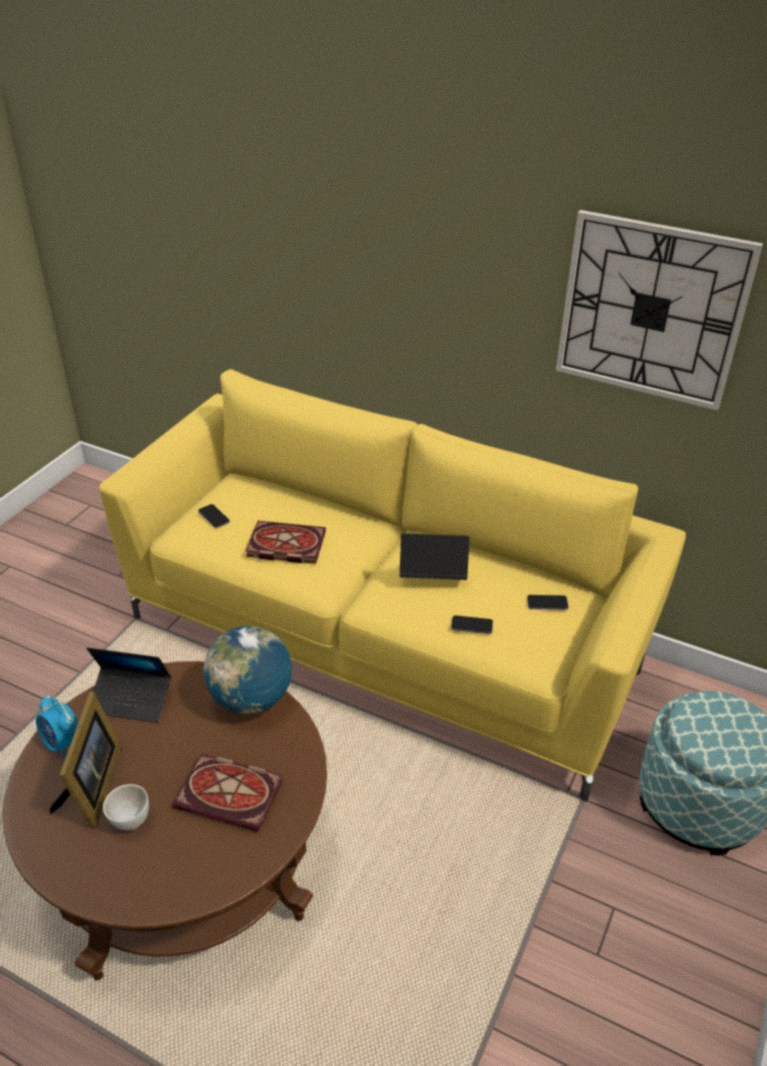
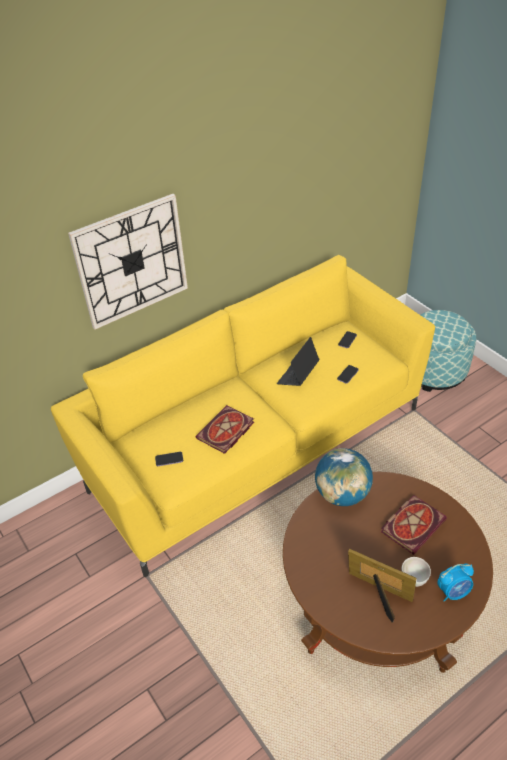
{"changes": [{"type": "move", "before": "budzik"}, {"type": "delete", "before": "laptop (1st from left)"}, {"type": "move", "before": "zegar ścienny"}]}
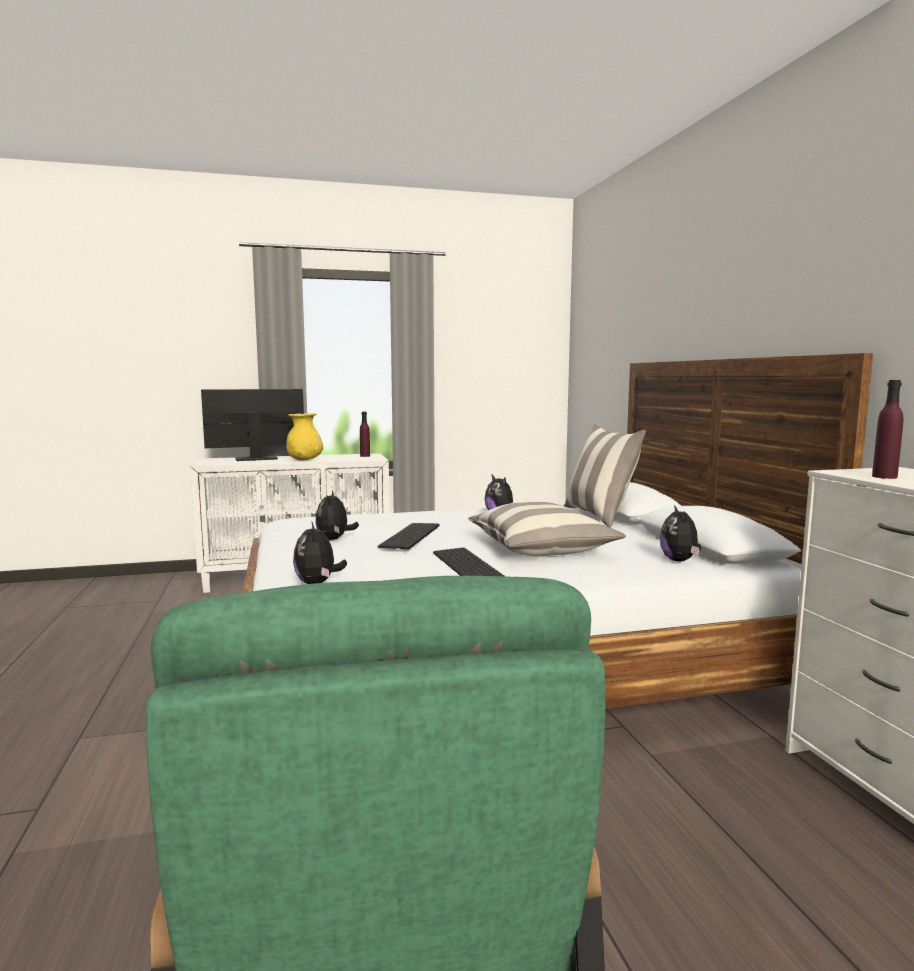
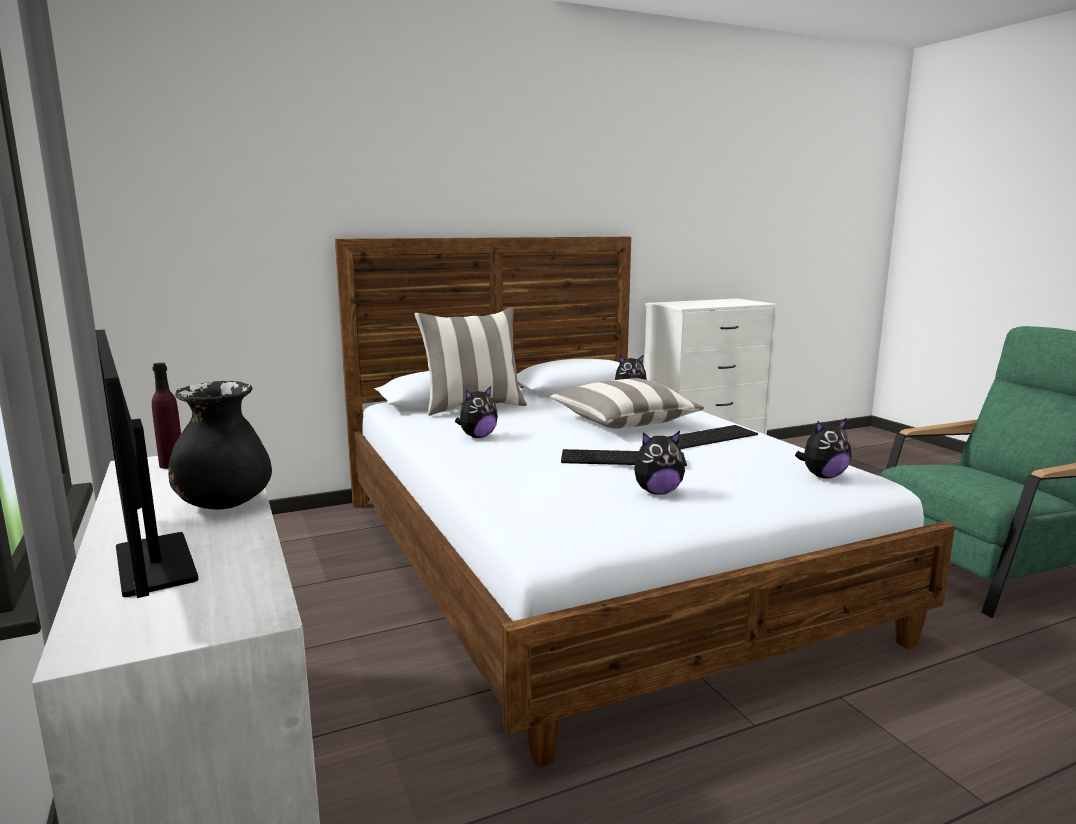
{"changes": [{"type": "recolor", "before": "wazon (żółty)", "after": "wazon (czarny)"}, {"type": "delete", "before": "butelka (fioletowy) (2nd from left)"}]}
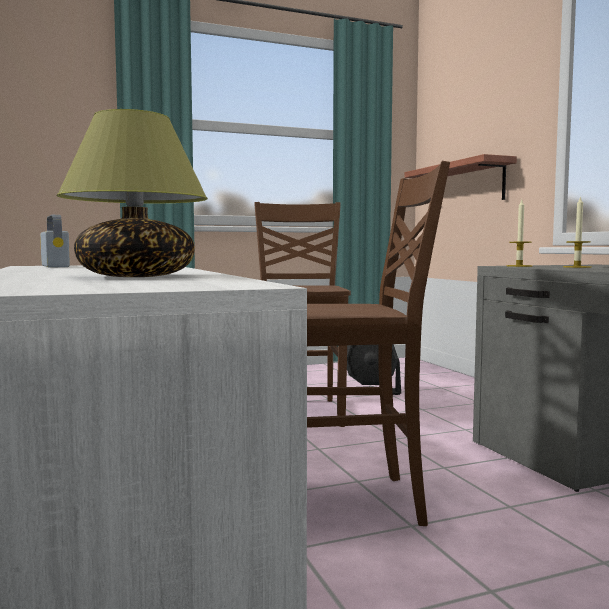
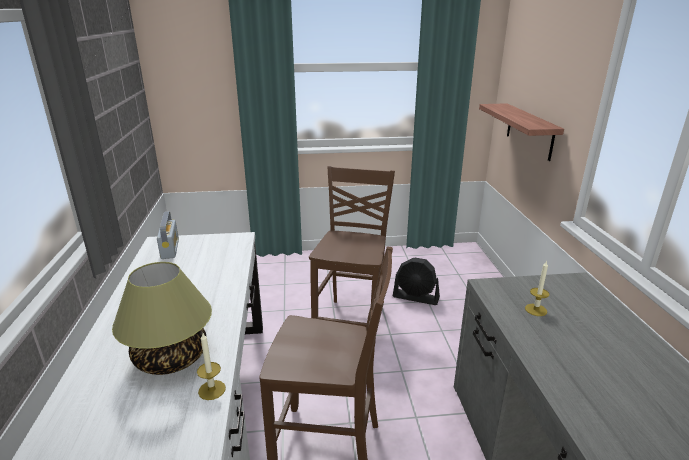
{"changes": [{"type": "move", "before": "świeca (1st from left)"}]}
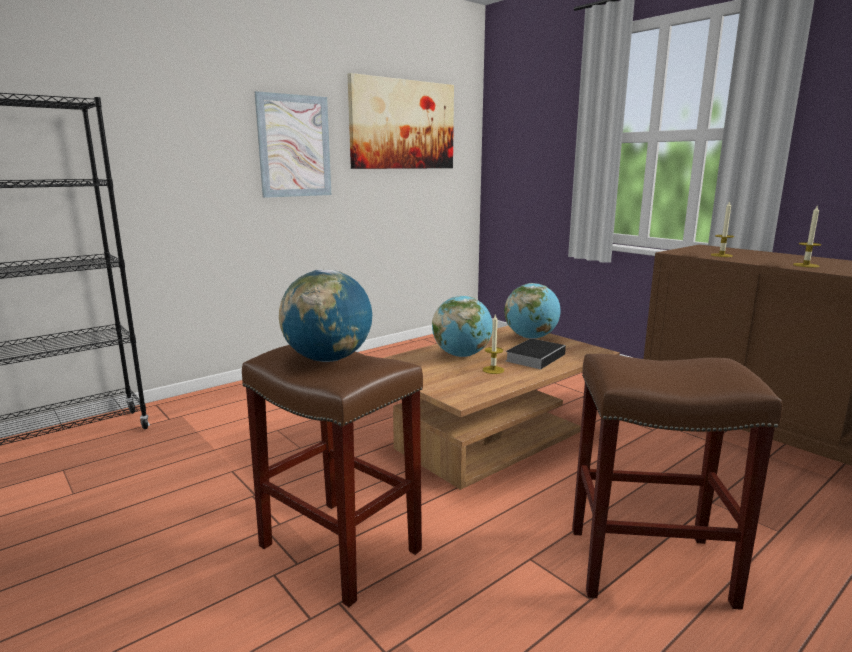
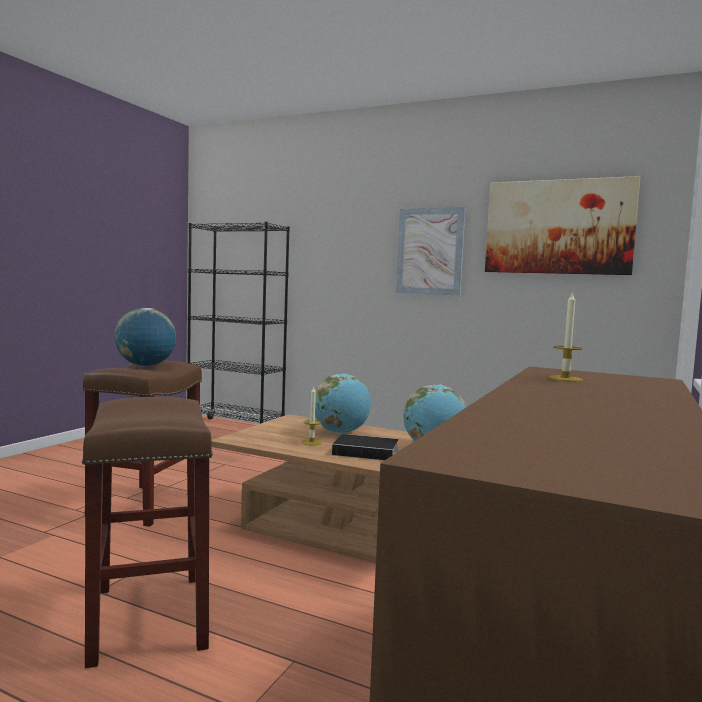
{"changes": [{"type": "delete", "before": "świeca (3rd from left)"}]}
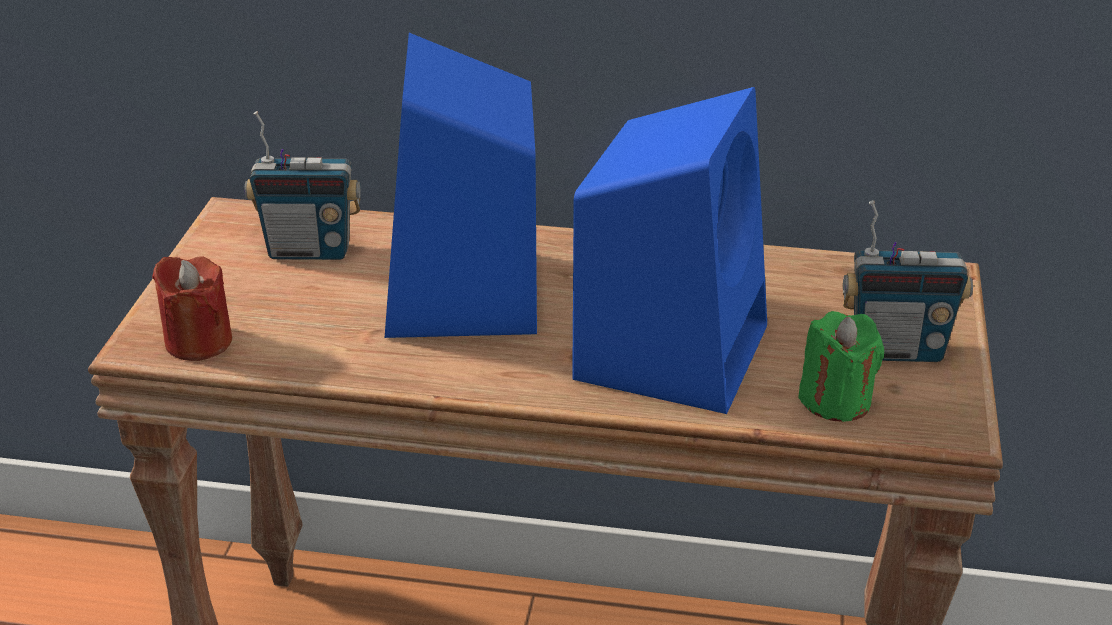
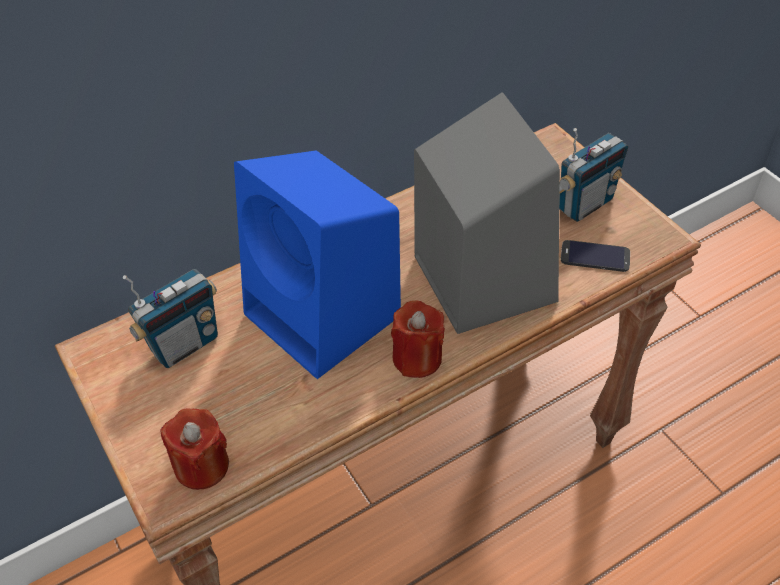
{"changes": [{"type": "recolor", "before": "głośnik (niebieski) (2nd from left)", "after": "głośnik (szary)"}, {"type": "replace", "before": "świeca (zielony)", "after": "telefon"}, {"type": "insert", "after": "świeca (czerwony) (2nd from left)"}]}
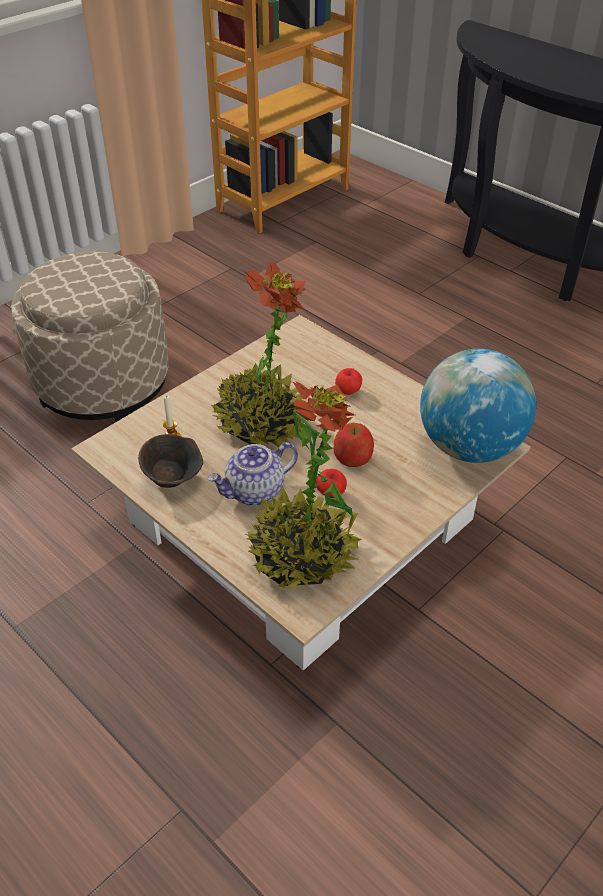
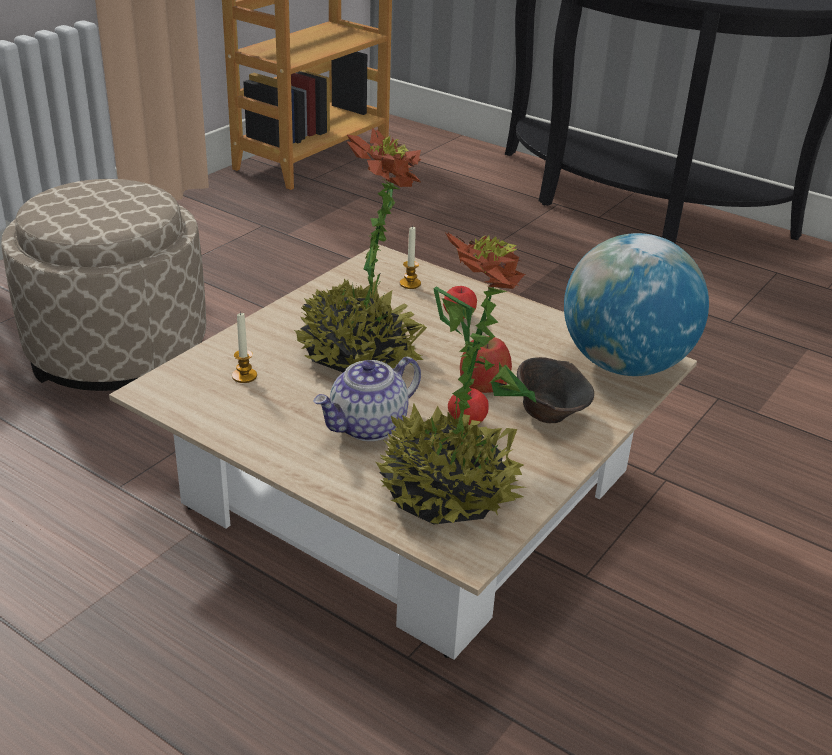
{"changes": [{"type": "move", "before": "miska (brązowy)"}, {"type": "insert", "after": "świeca (2nd from left)"}]}
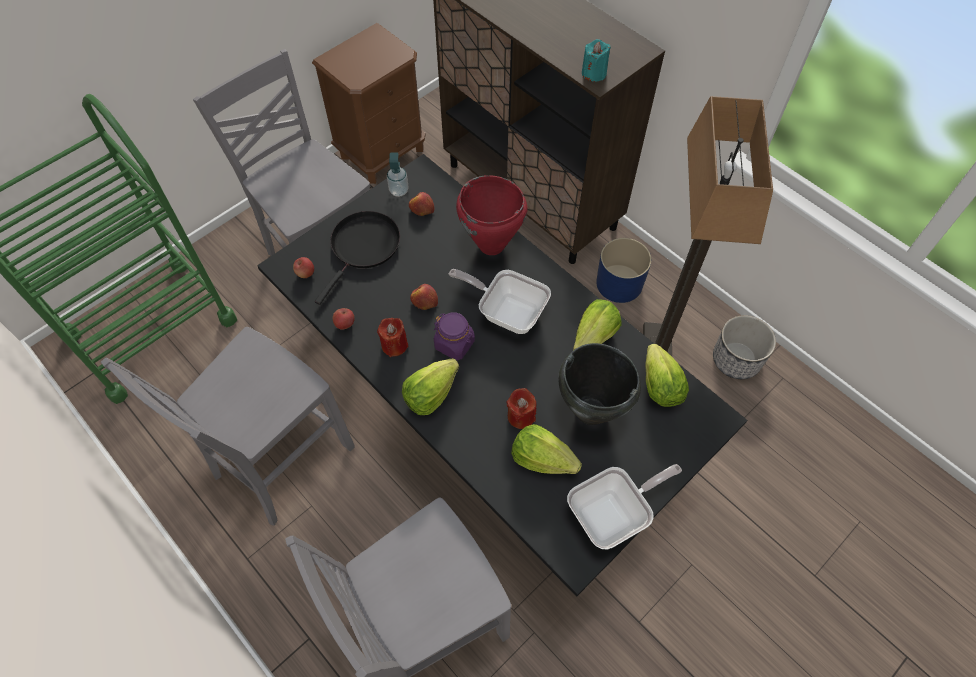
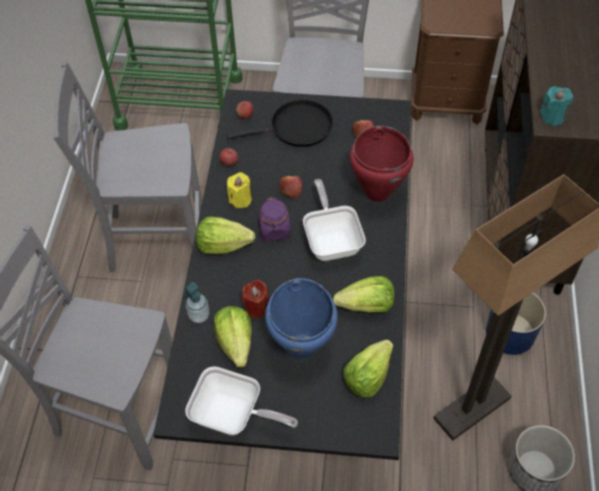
{"changes": [{"type": "recolor", "before": "świeca (czerwony) (1st from left)", "after": "świeca (żółty)"}, {"type": "move", "before": "dozownik mydła"}, {"type": "recolor", "before": "garnek (czarny)", "after": "garnek (niebieski)"}]}
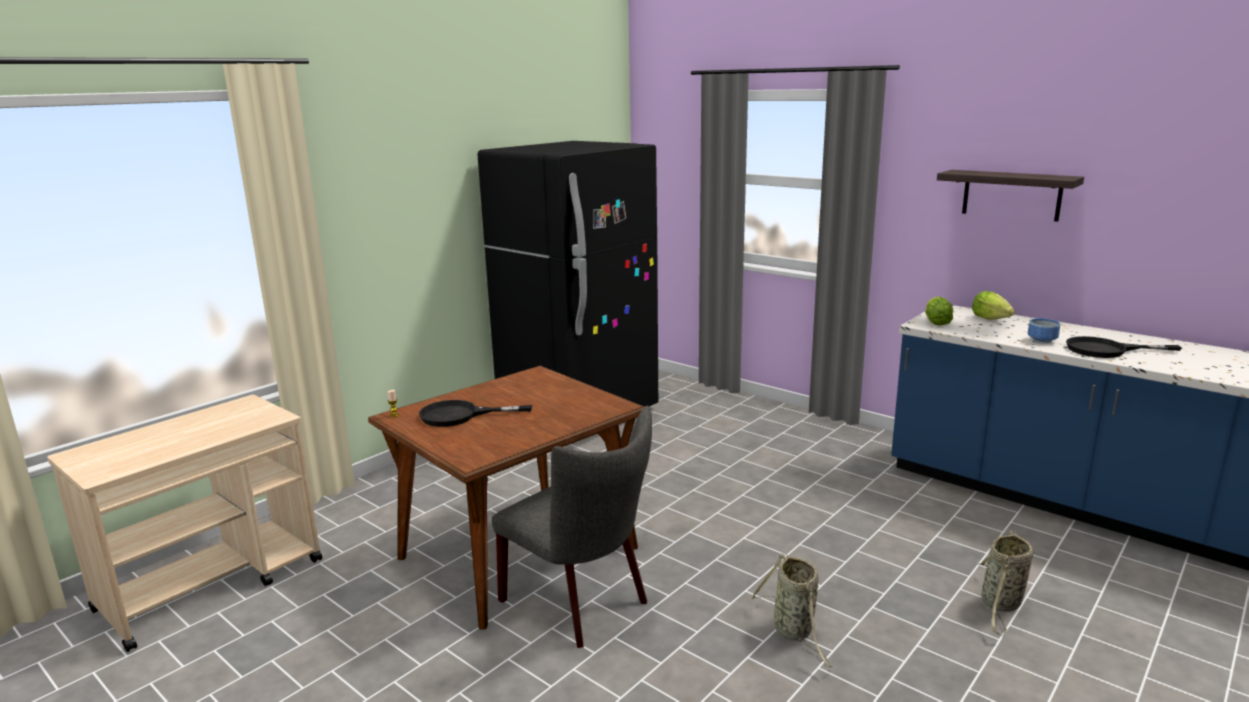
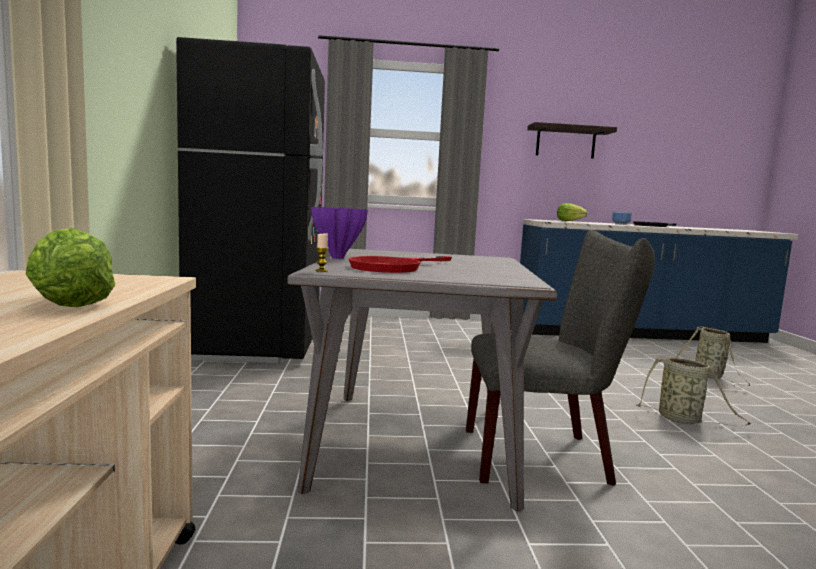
{"changes": [{"type": "recolor", "before": "stół jadalny (brązowy)", "after": "stół jadalny (szary)"}, {"type": "recolor", "before": "patelnia (czarny) (1st from left)", "after": "patelnia (czerwony)"}, {"type": "move", "before": "sałata (1st from left)"}, {"type": "insert", "after": "wazon (fioletowy)"}]}
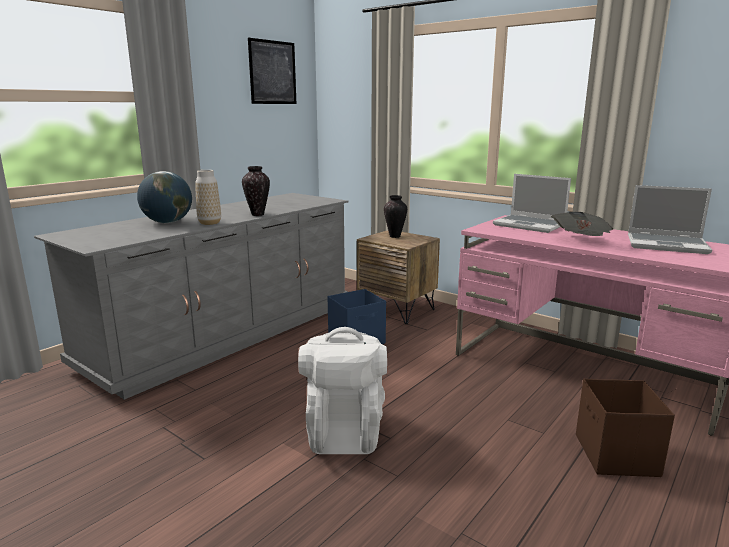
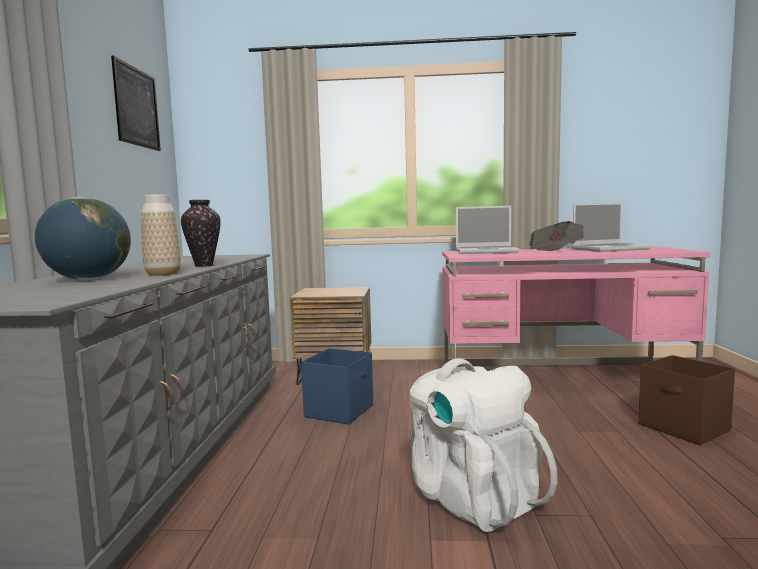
{"changes": [{"type": "delete", "before": "wazon (3rd from left)"}]}
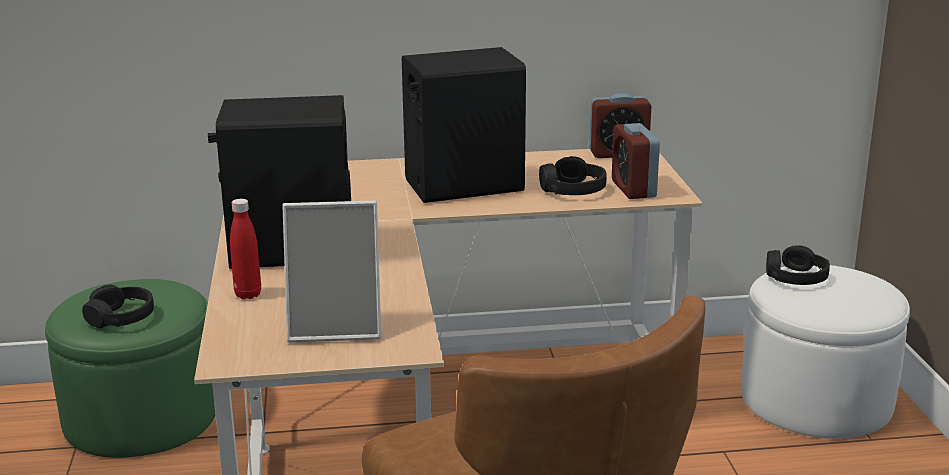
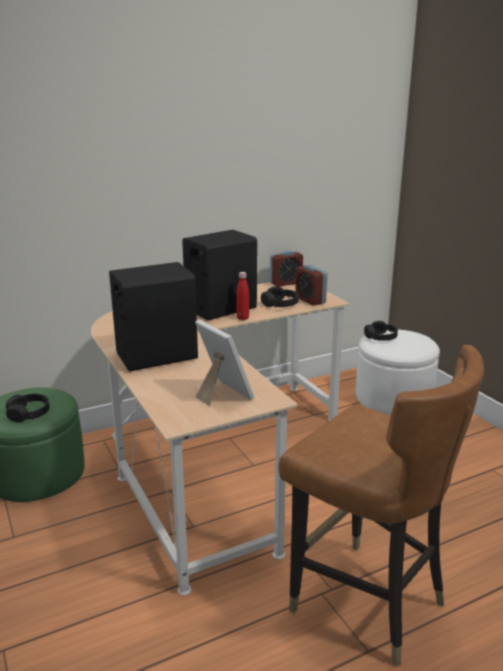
{"changes": [{"type": "move", "before": "butelka (czerwony)"}, {"type": "rotate", "before": "ramka na zdjęcie", "turn": -105}]}
